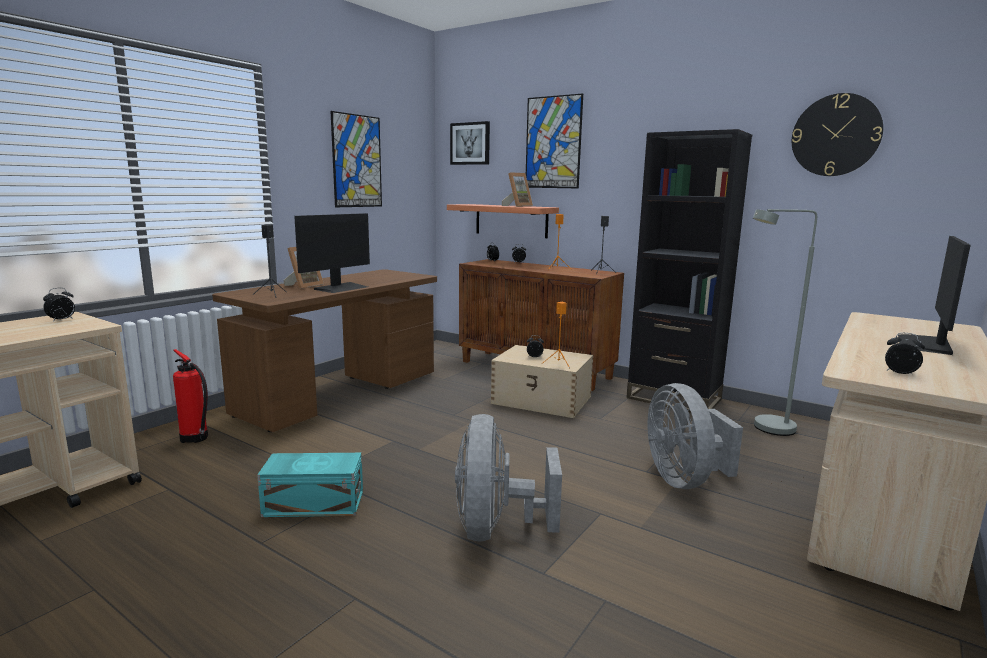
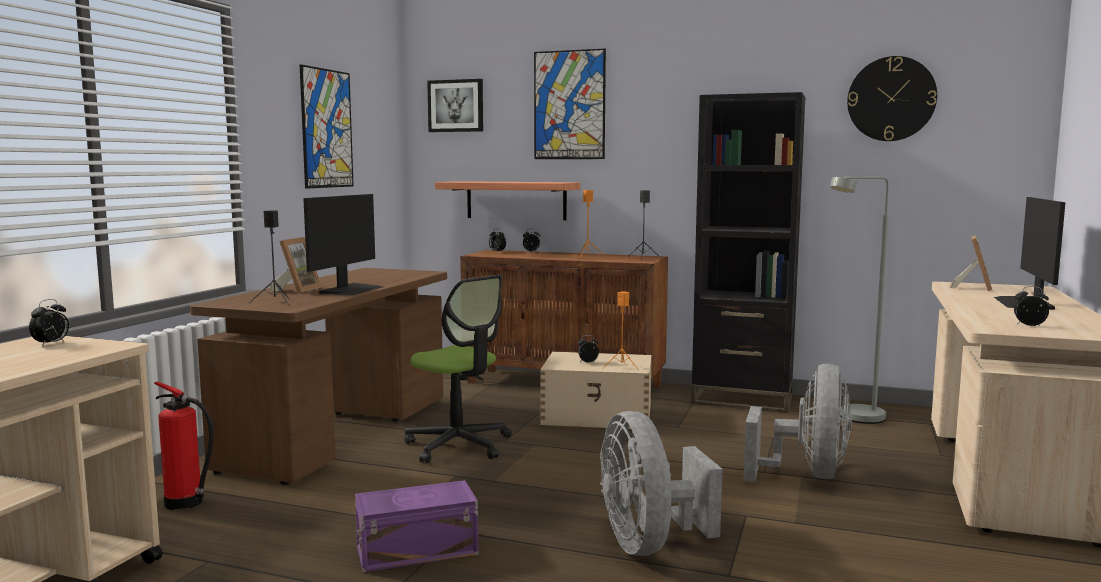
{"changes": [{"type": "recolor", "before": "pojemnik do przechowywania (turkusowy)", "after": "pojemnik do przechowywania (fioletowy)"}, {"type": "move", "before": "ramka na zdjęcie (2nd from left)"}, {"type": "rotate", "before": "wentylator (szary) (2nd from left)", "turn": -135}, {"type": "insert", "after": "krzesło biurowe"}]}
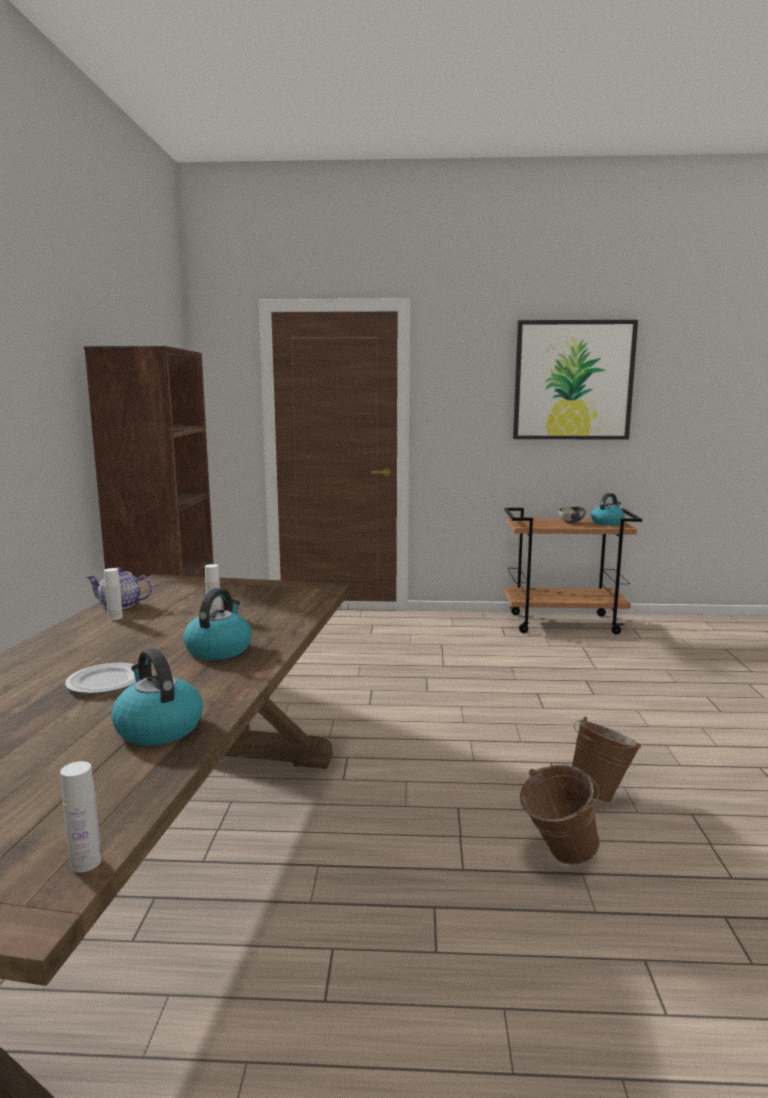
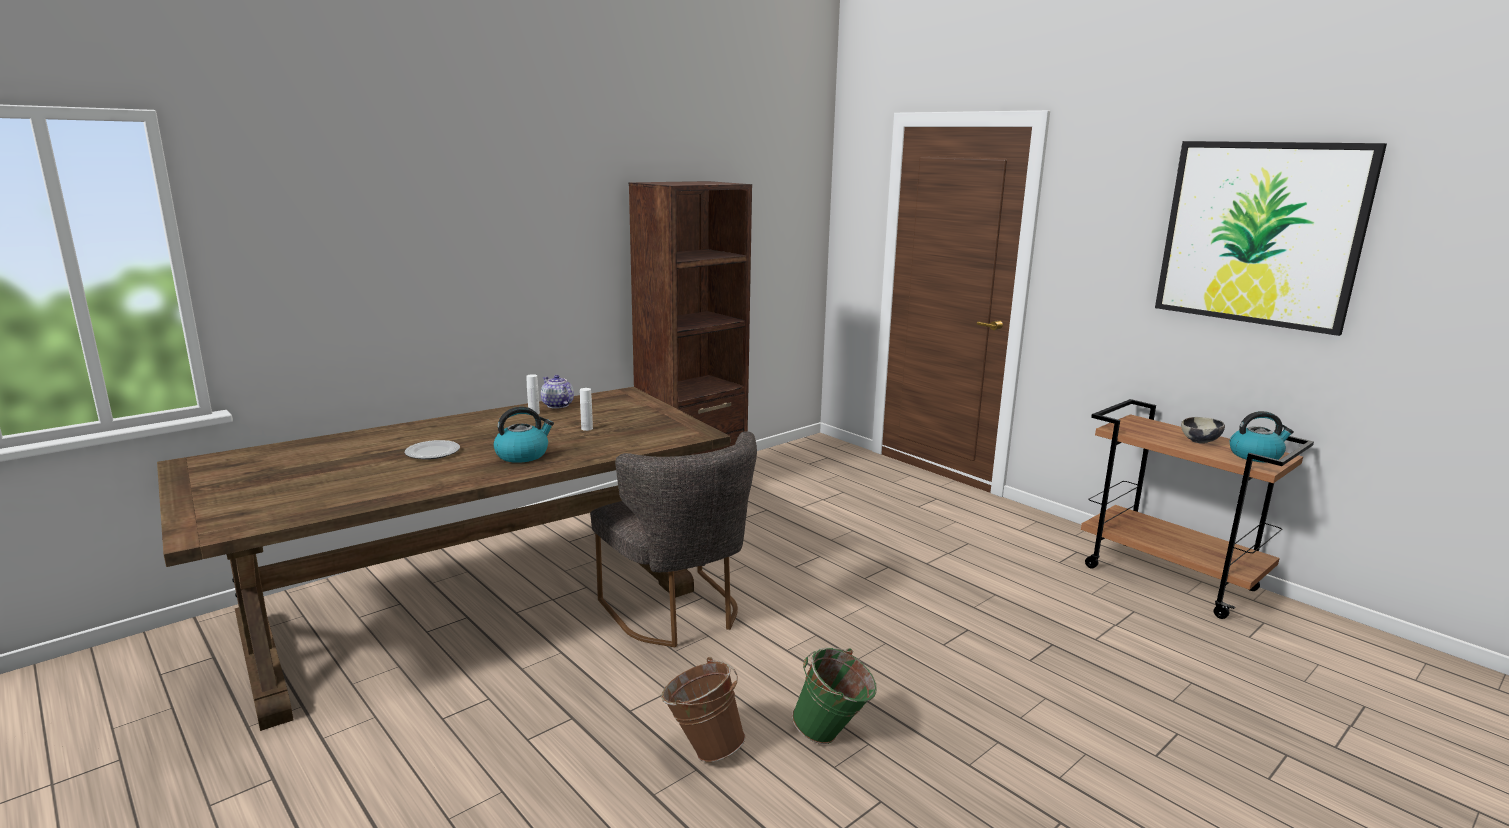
{"changes": [{"type": "delete", "before": "butelka (biały) (1st from left)"}, {"type": "delete", "before": "czajnik (1st from left)"}, {"type": "recolor", "before": "wiadro (brązowy) (2nd from left)", "after": "wiadro (zielony)"}, {"type": "insert", "after": "krzesło (szary)"}]}
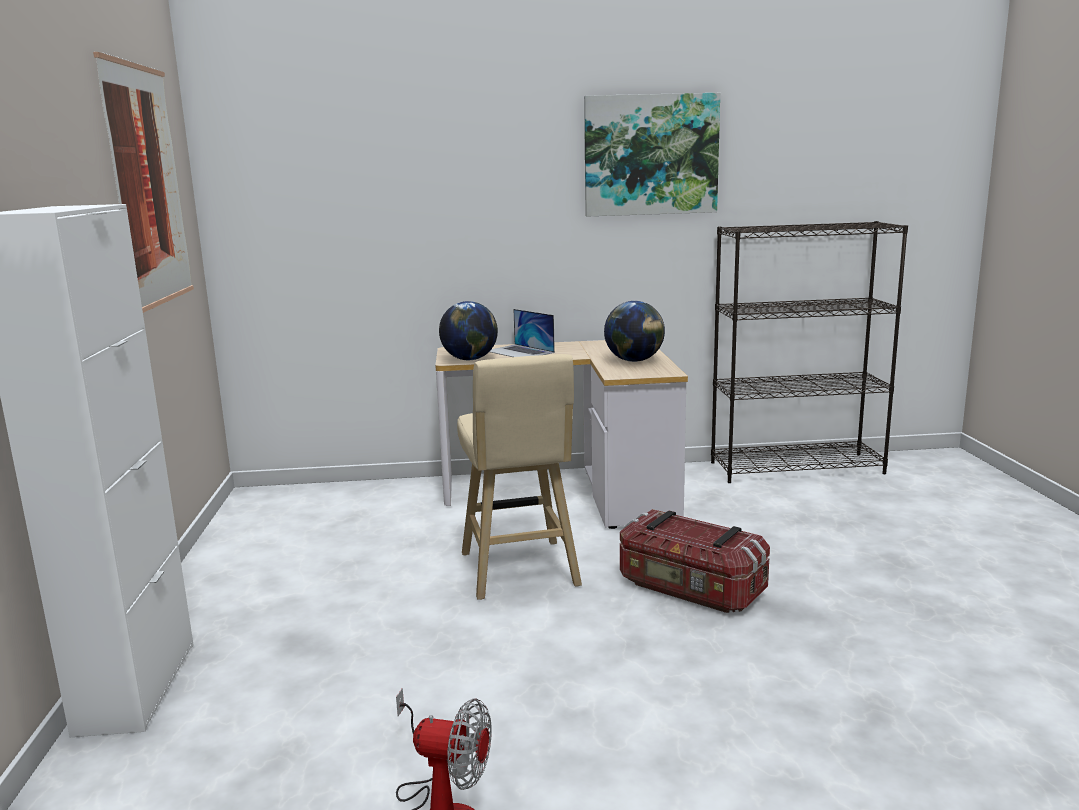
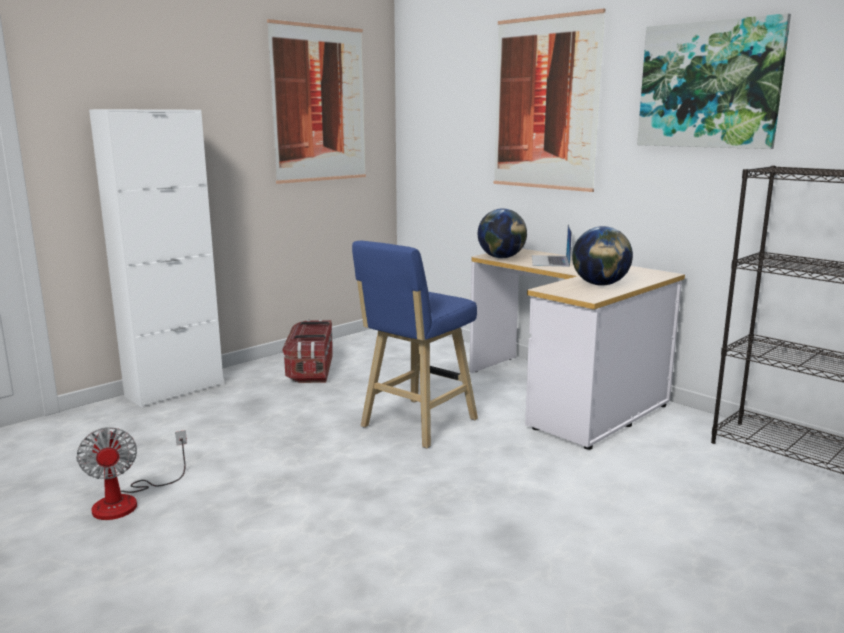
{"changes": [{"type": "recolor", "before": "stołek (beżowy)", "after": "stołek (niebieski)"}, {"type": "move", "before": "pojemnik do przechowywania"}, {"type": "insert", "after": "obraz (2nd from left)"}]}
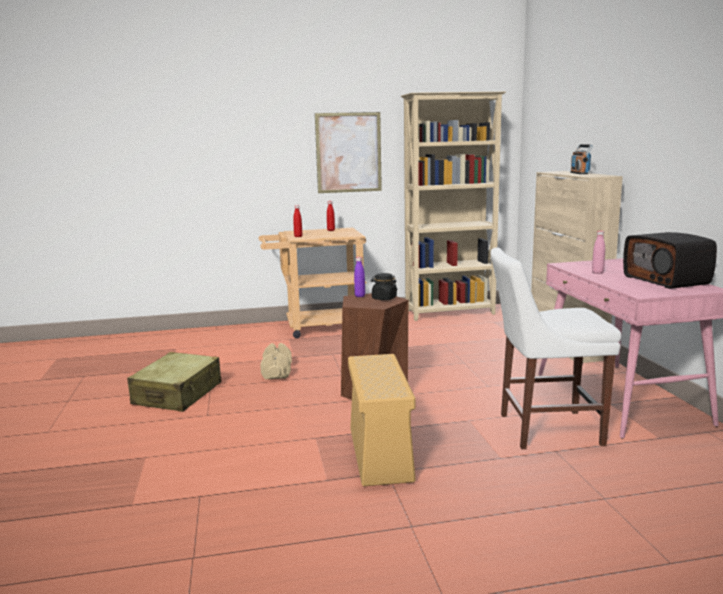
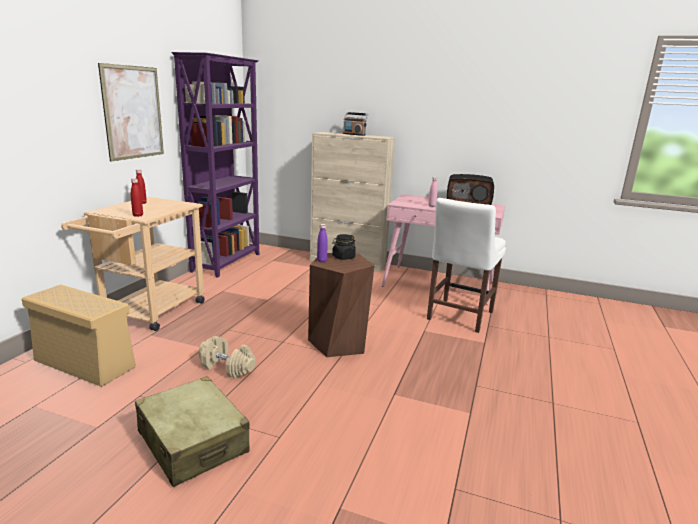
{"changes": [{"type": "move", "before": "pojemnik do przechowywania (beżowy)"}, {"type": "recolor", "before": "regał (beżowy)", "after": "regał (fioletowy)"}]}
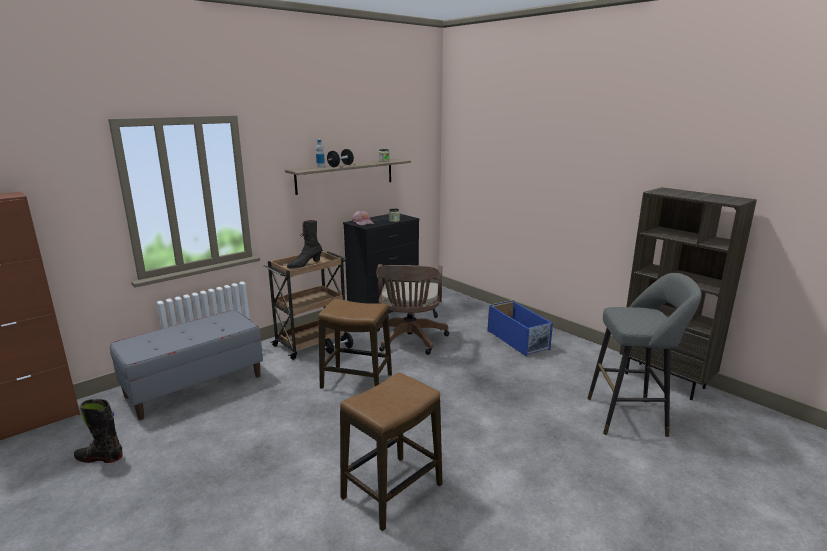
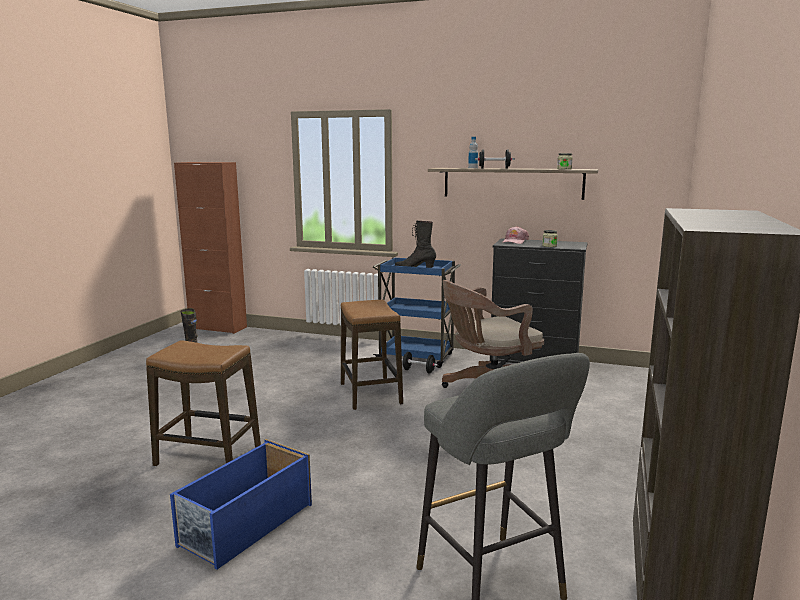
{"changes": [{"type": "delete", "before": "ławka (szary)"}, {"type": "recolor", "before": "wózek (brązowy)", "after": "wózek (niebieski)"}, {"type": "move", "before": "pojemnik do przechowywania (niebieski)"}]}
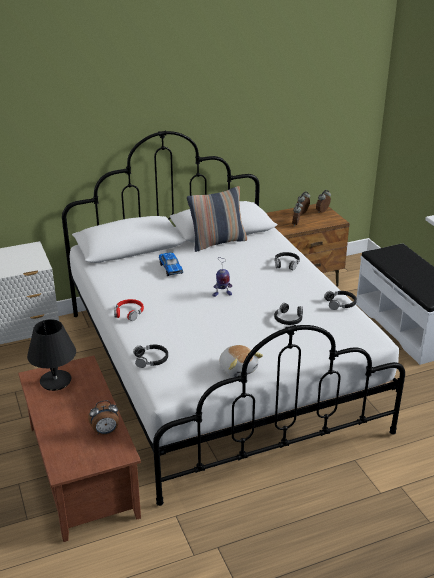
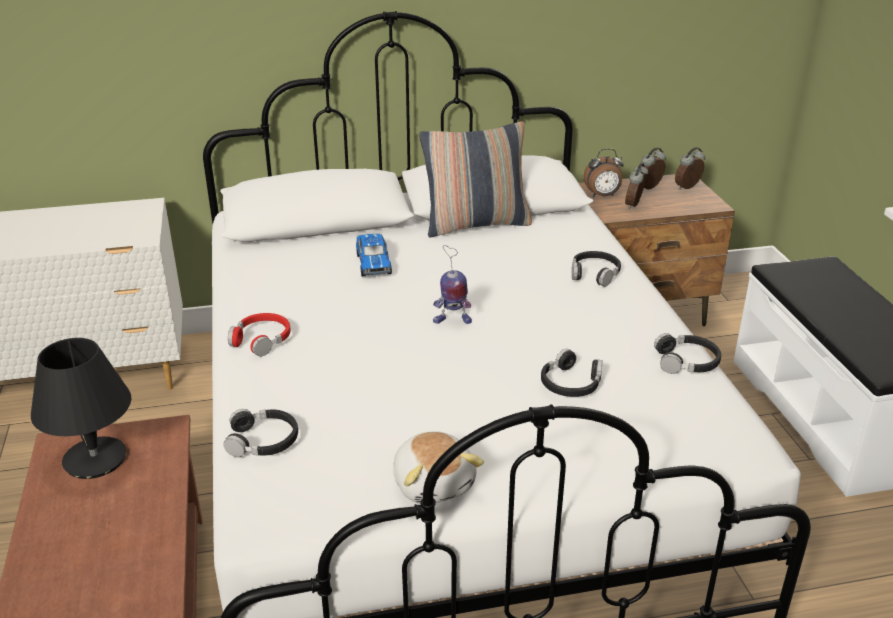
{"changes": [{"type": "move", "before": "budzik (1st from left)"}]}
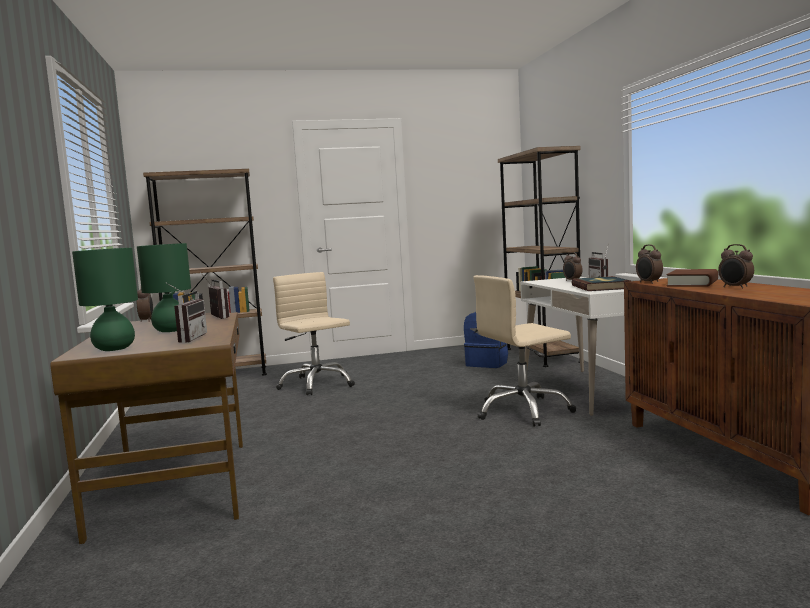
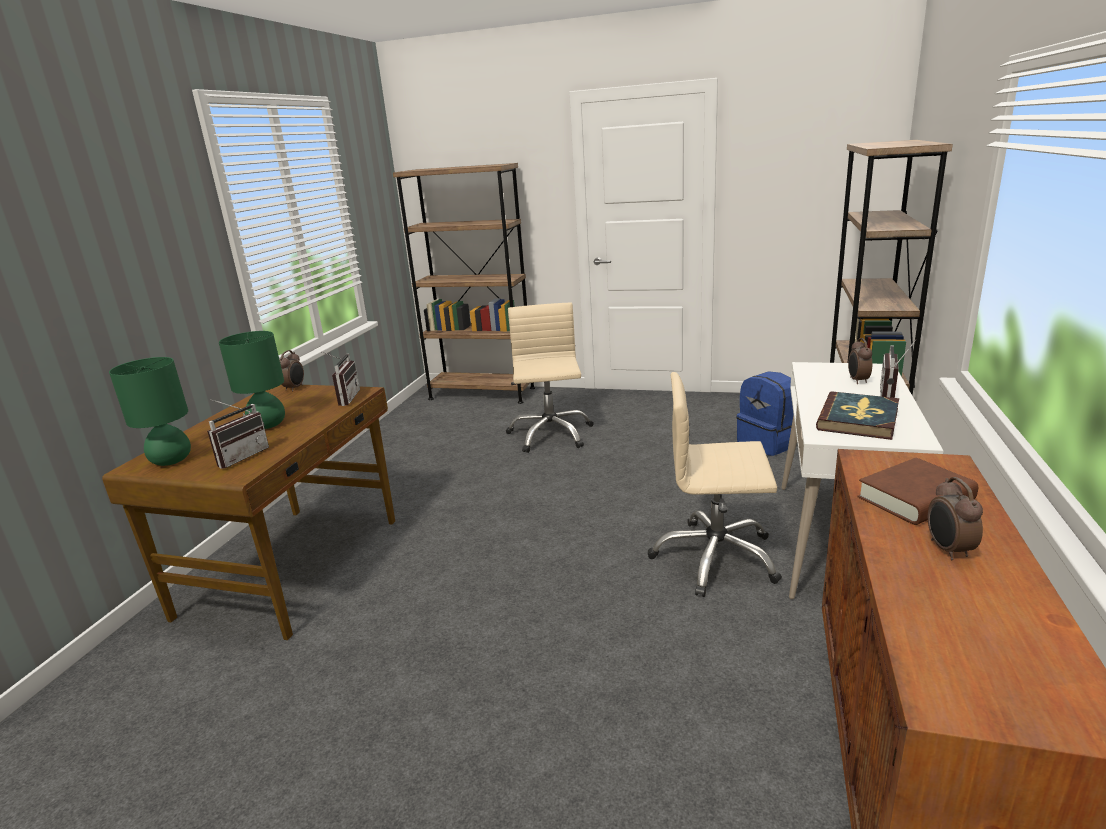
{"changes": [{"type": "delete", "before": "budzik (3rd from left)"}]}
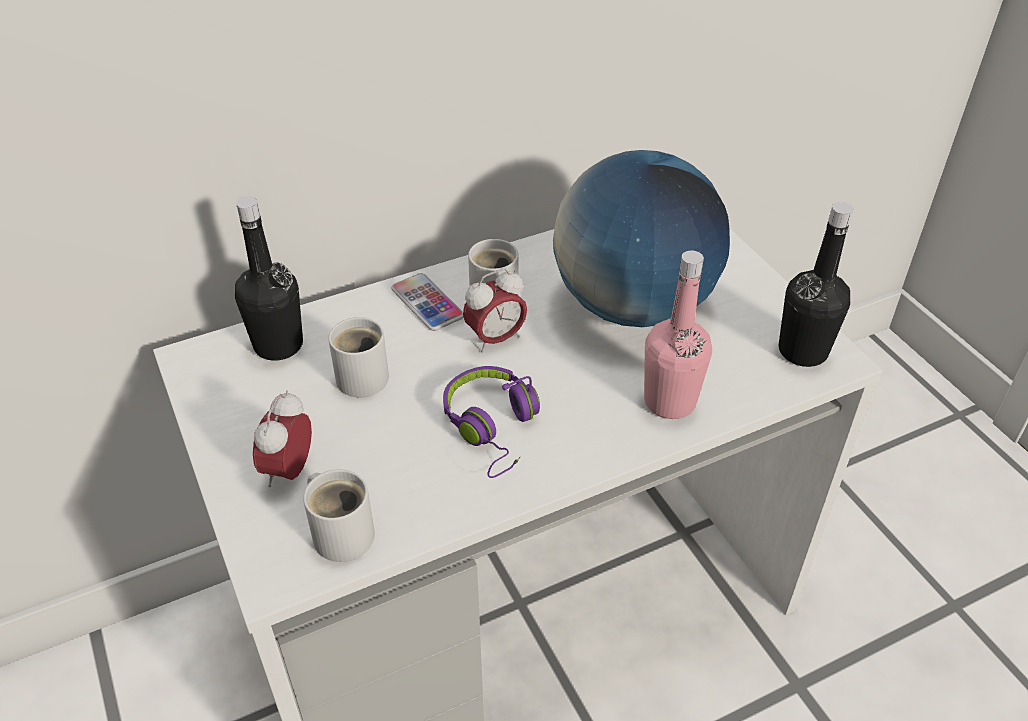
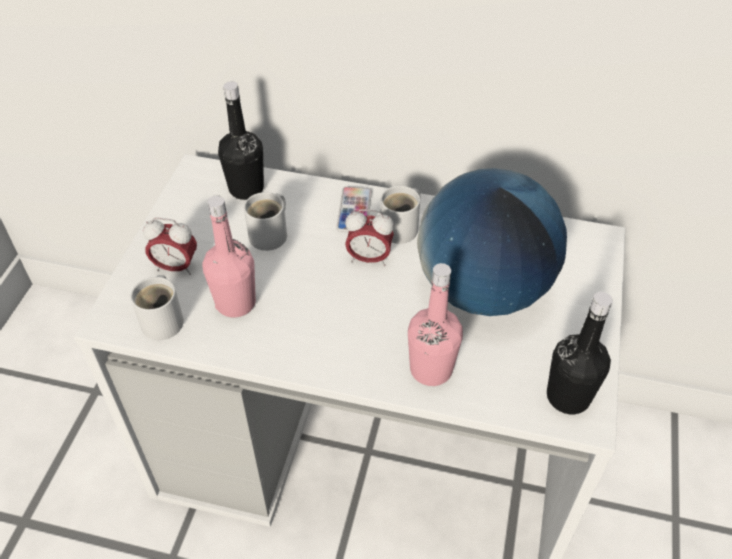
{"changes": [{"type": "rotate", "before": "budzik (1st from left)", "turn": -135}, {"type": "delete", "before": "słuchawki (fioletowy)"}, {"type": "insert", "after": "butelka (różowy) (1st from left)"}]}
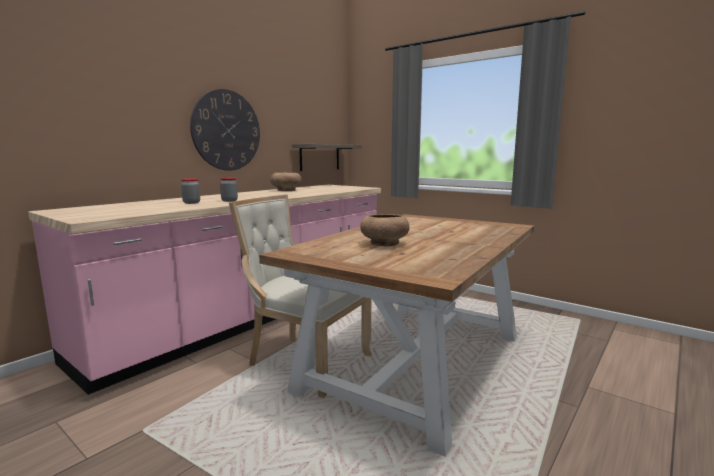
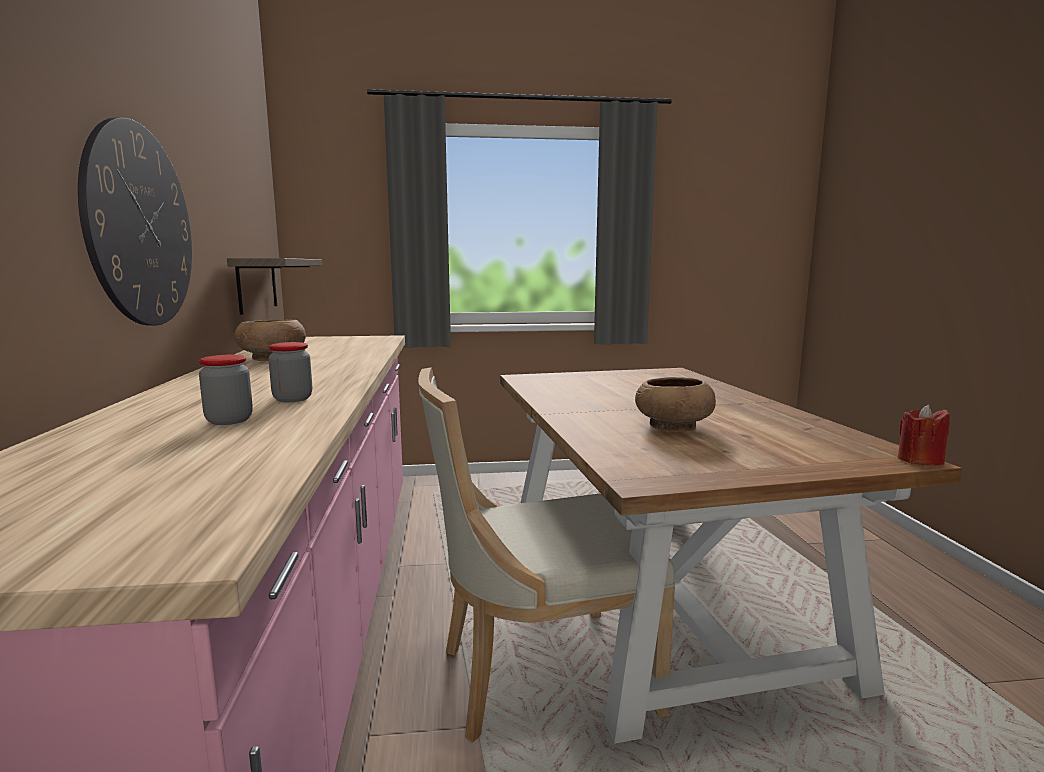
{"changes": [{"type": "insert", "after": "świeca (czerwony)"}]}
